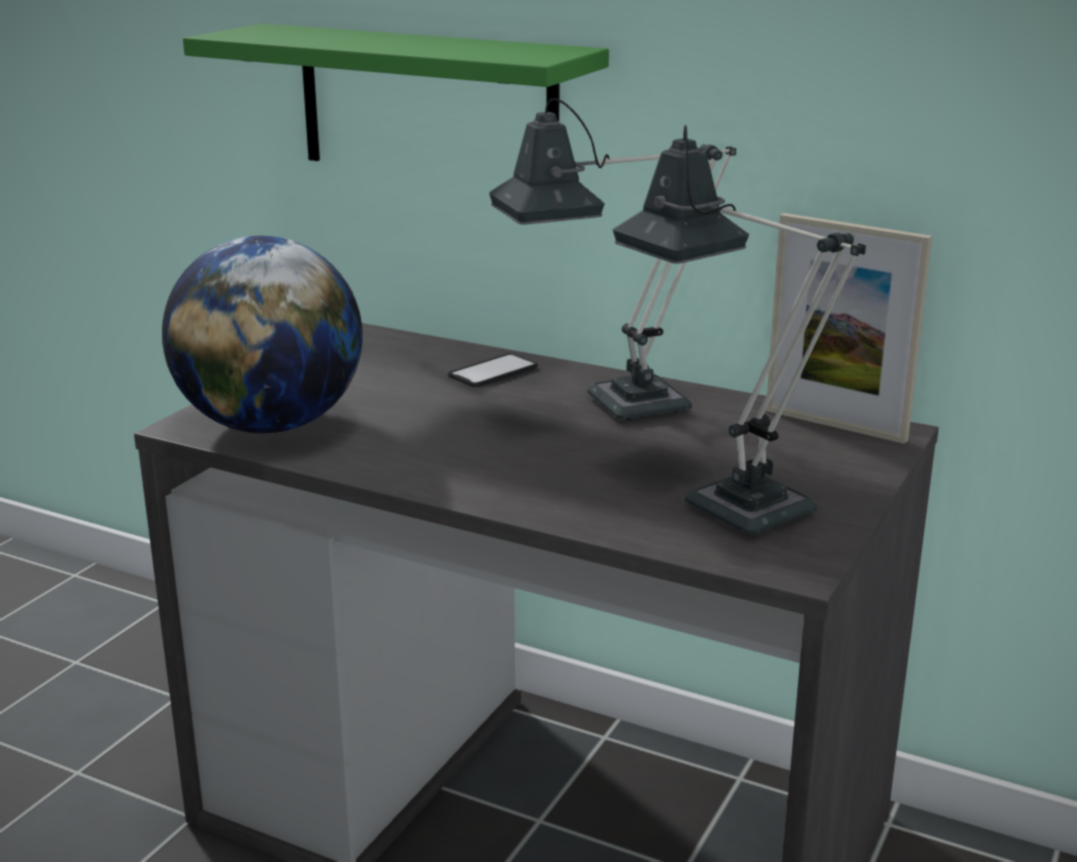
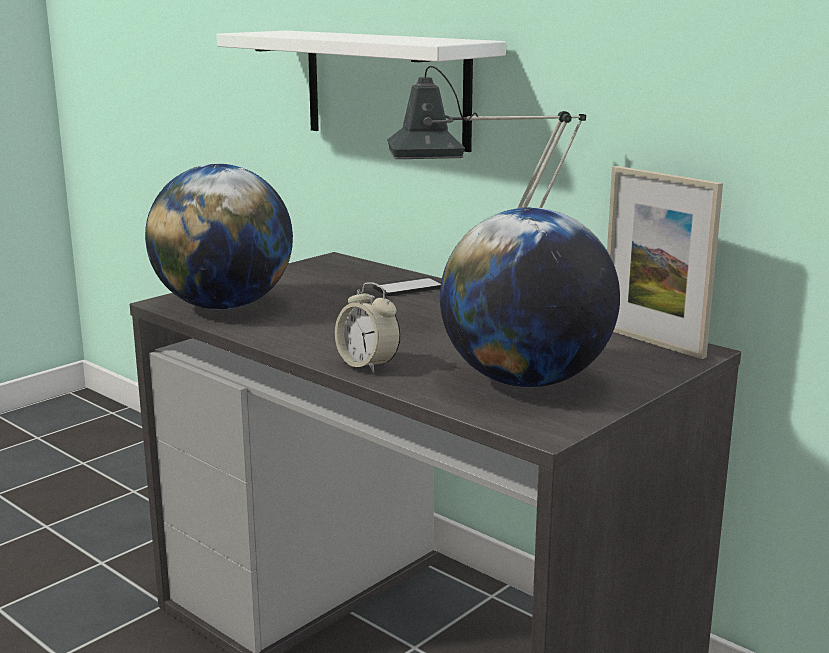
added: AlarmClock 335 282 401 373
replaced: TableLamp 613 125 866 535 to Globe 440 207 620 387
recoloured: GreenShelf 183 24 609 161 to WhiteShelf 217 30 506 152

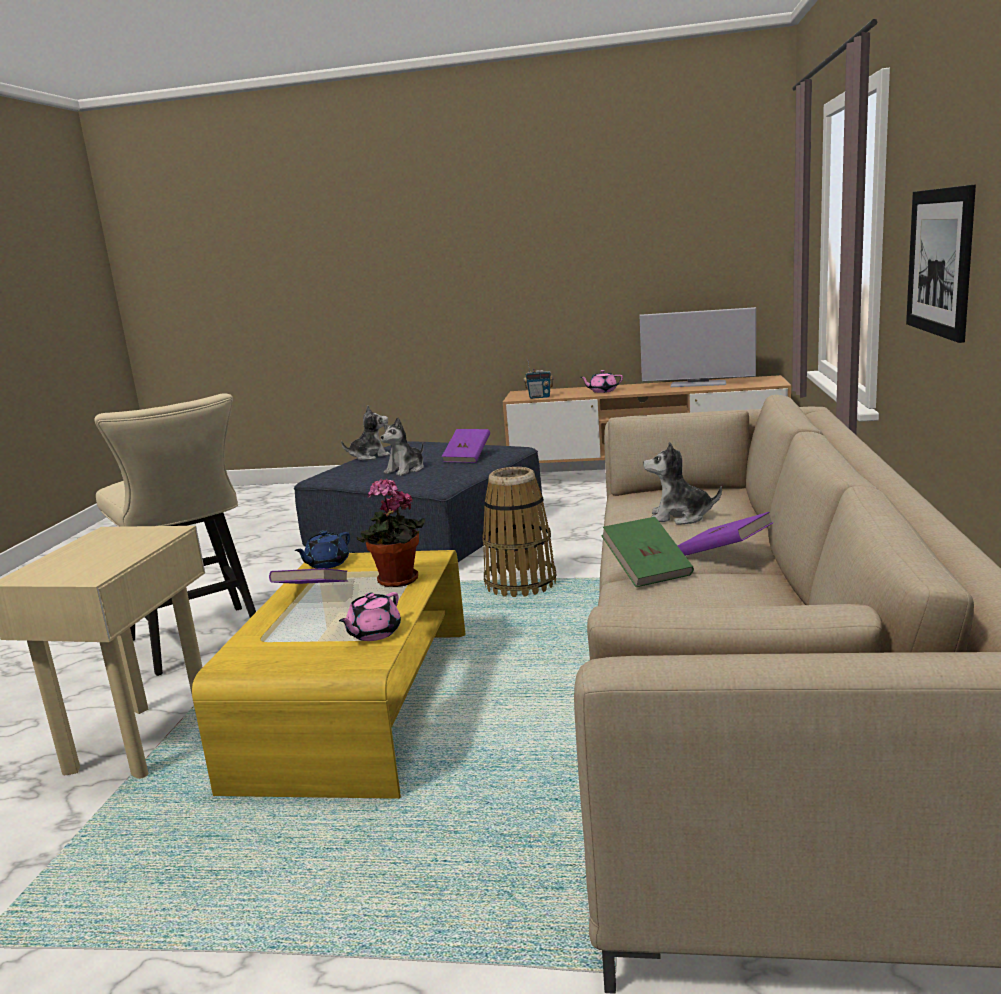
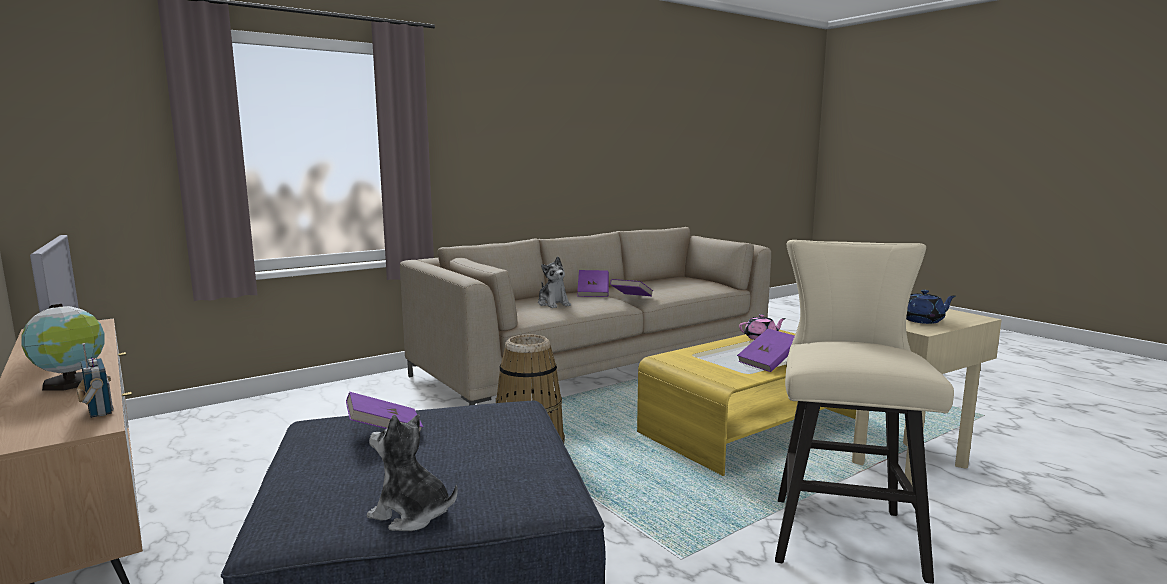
removed: PottedPlant 357 479 425 587; PlushToy 381 417 424 476; Picture 906 184 976 343
moved: BlueTeapot 295 530 350 569 to 906 290 956 324
replaced: PinkTeapot 580 370 623 393 to Globe 21 304 105 391
recoloured: GreenBook 601 517 694 587 to PurpleBook 610 279 653 296

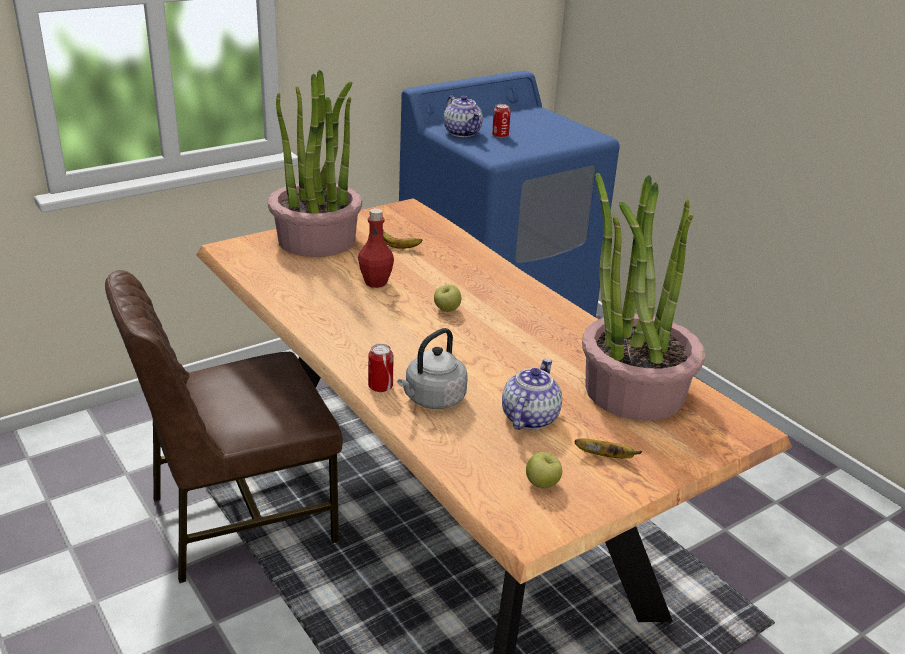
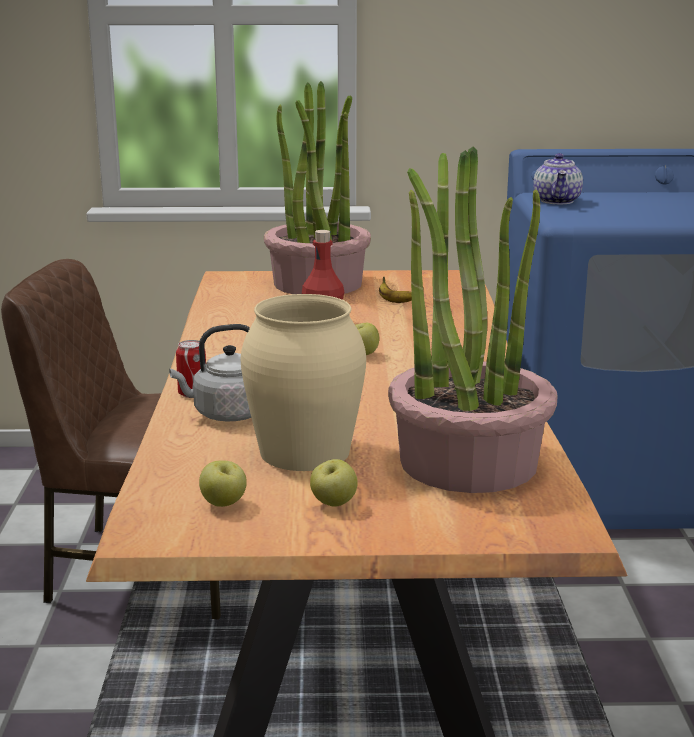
removed: Can 492 104 511 138
replaced: Teapot 502 358 562 430 to BeigeVase 241 294 366 471; Banana 575 438 642 459 to Apple 310 459 358 507

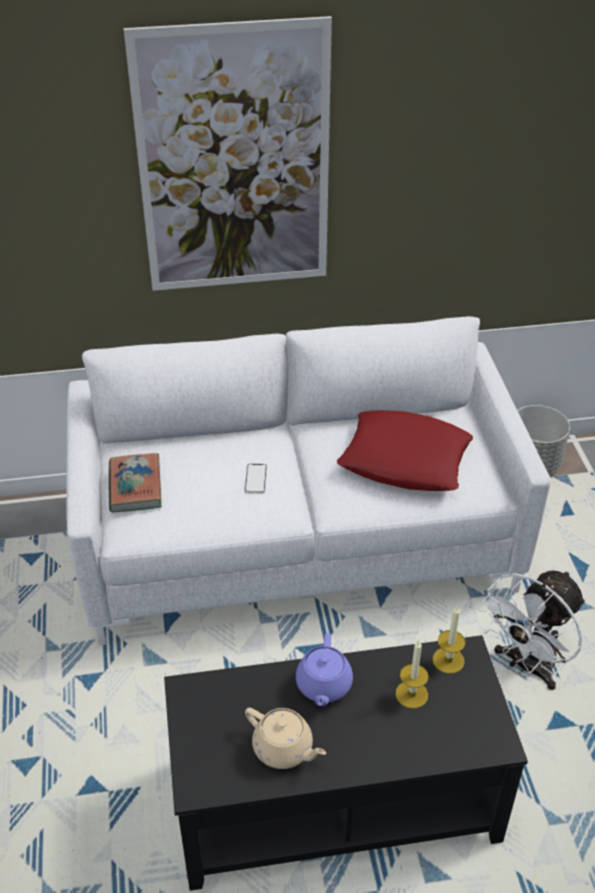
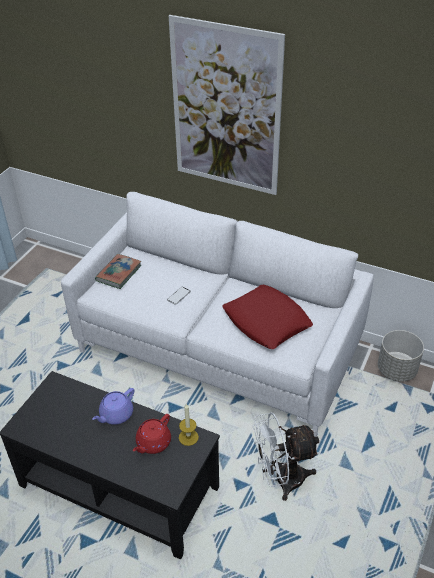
removed: BeigeTeapot 245 708 326 769
replaced: Candle 395 641 429 709 to RedTeapot 133 414 171 454

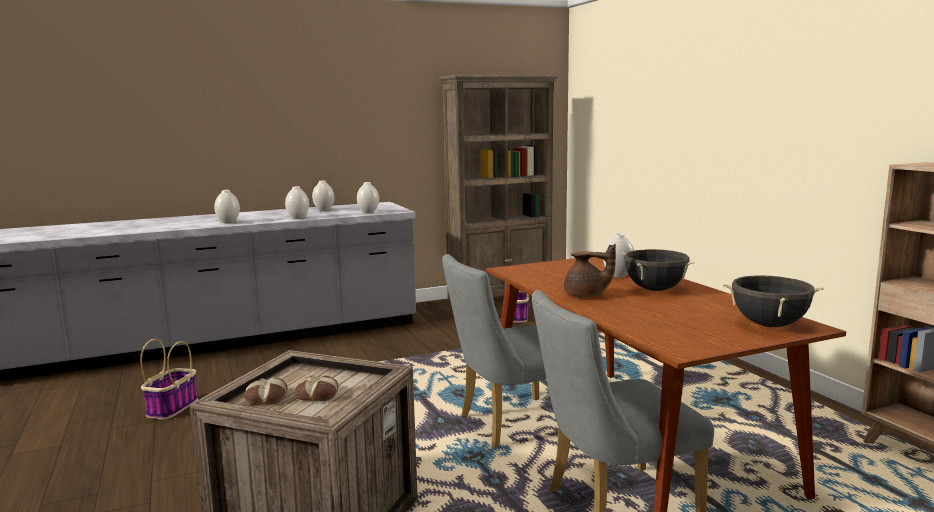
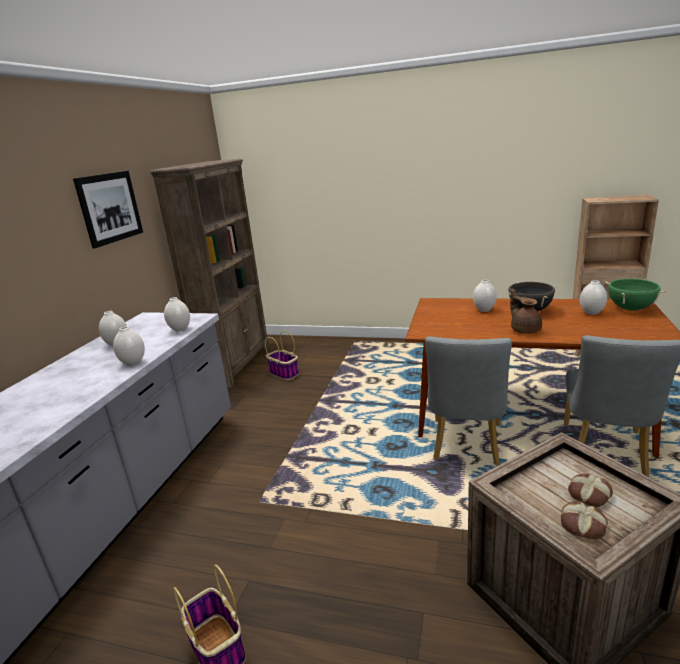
added: Picture 73 171 143 249
moved: WhiteVase 214 190 240 224 to 580 280 607 315
recoloured: BlackCookingPot 723 275 824 327 to GreenCookingPot 605 279 666 310
turned: BrownTeapot 564 244 616 297 = 510 288 542 334 75 degrees counterclockwise

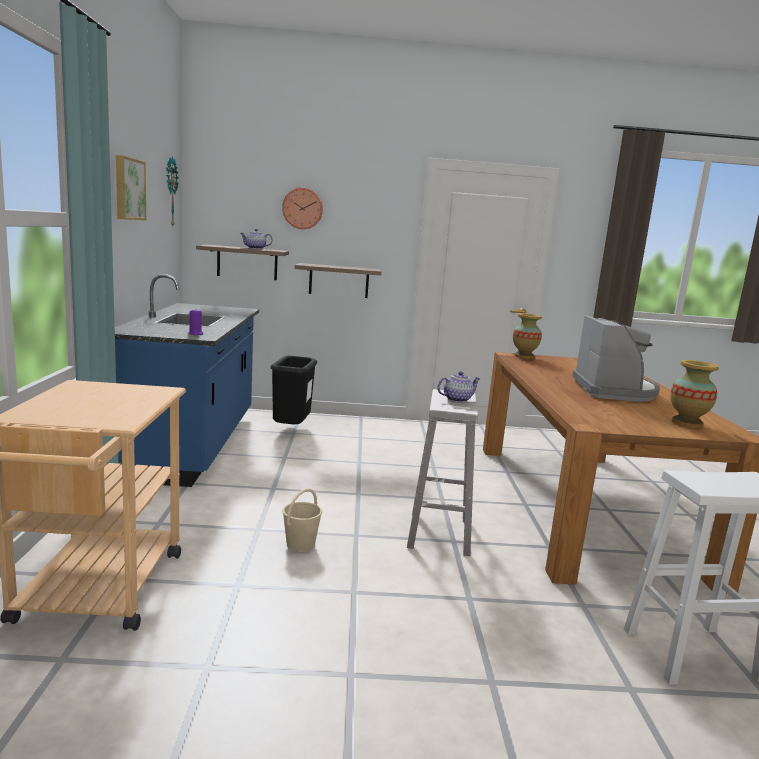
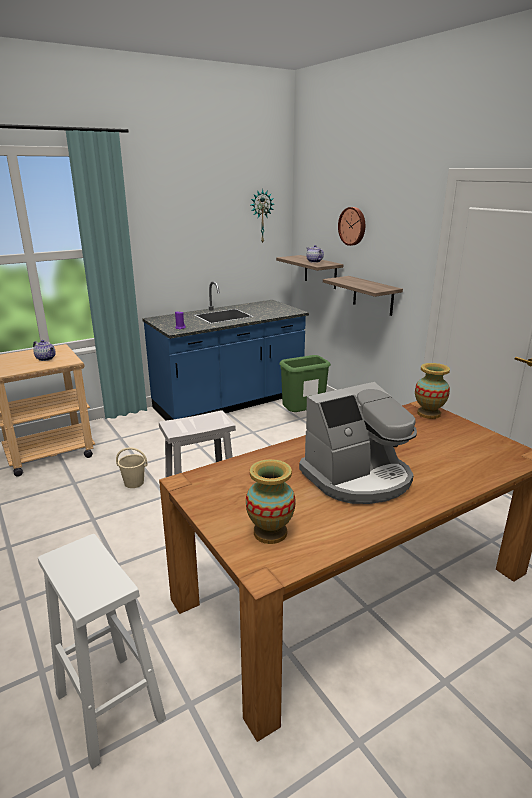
removed: Picture 116 155 146 220
moved: Teapot 437 371 481 402 to 33 340 55 361
recoloured: BlackTrashCan 270 356 317 424 to GreenTrashCan 279 355 331 412

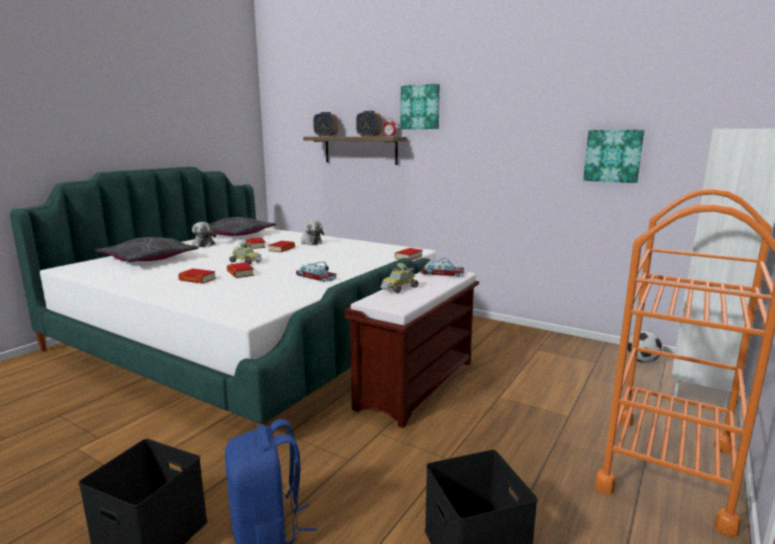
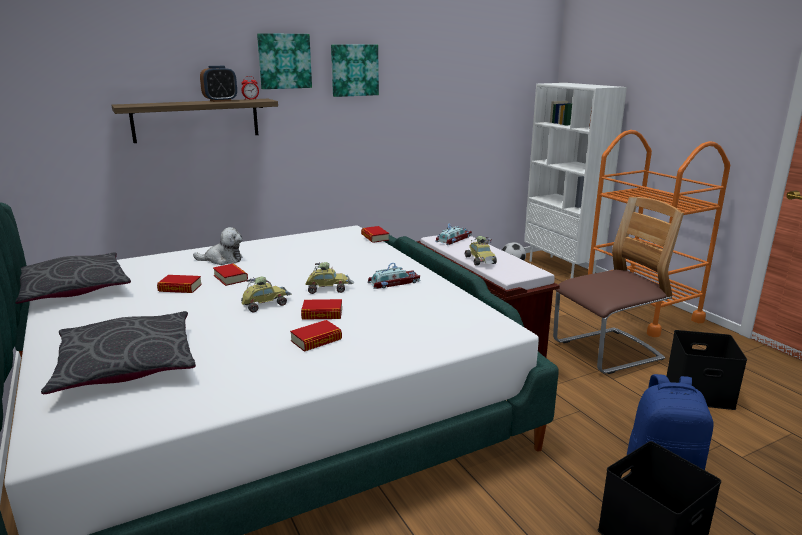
removed: PlushToy 192 222 216 247; AlarmClock 313 112 338 137
added: ToyCar 305 262 354 294; Chair 553 197 684 374
moved: Picture 583 130 644 183 to 331 45 379 97

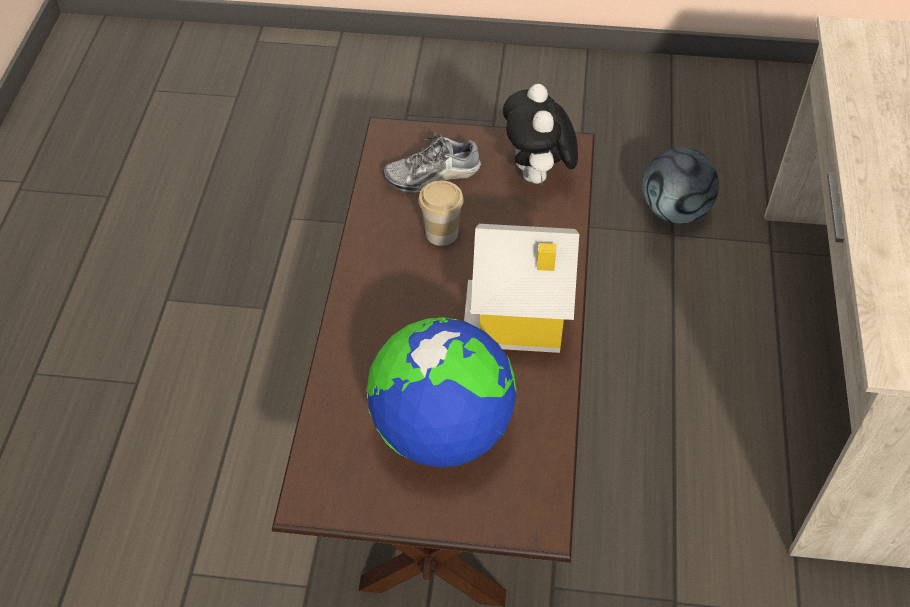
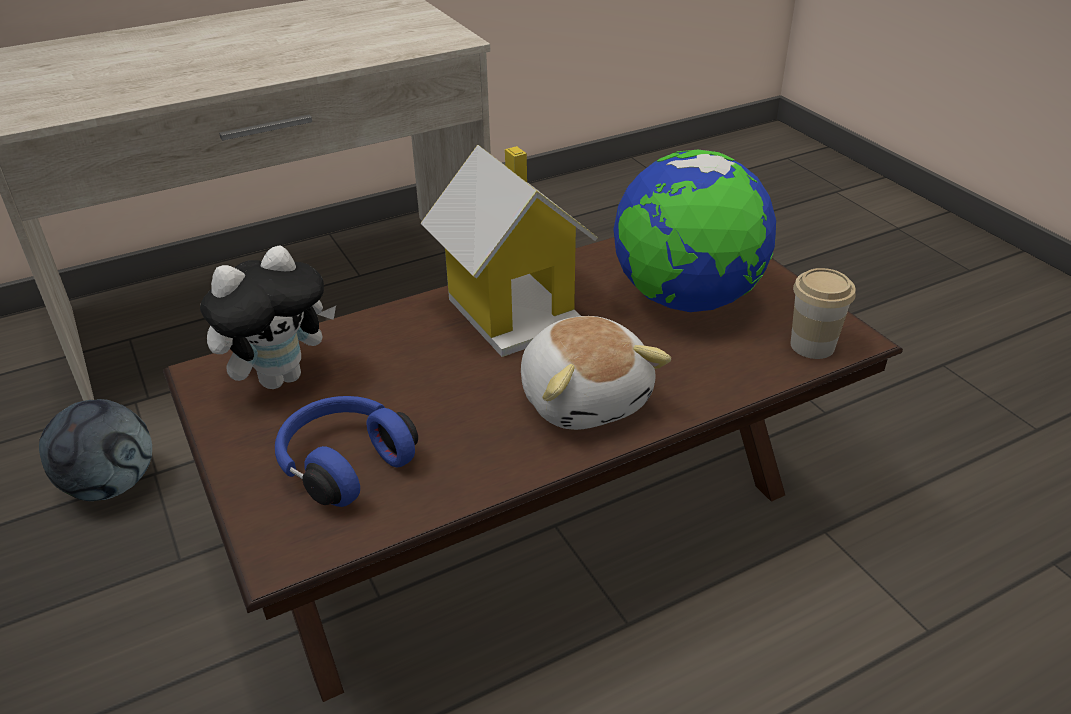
added: PlushToy 521 316 671 430
moved: Cup 418 181 463 246 to 791 268 856 359
replaced: Shoe 383 132 481 194 to BlueHeadphones 275 396 418 507

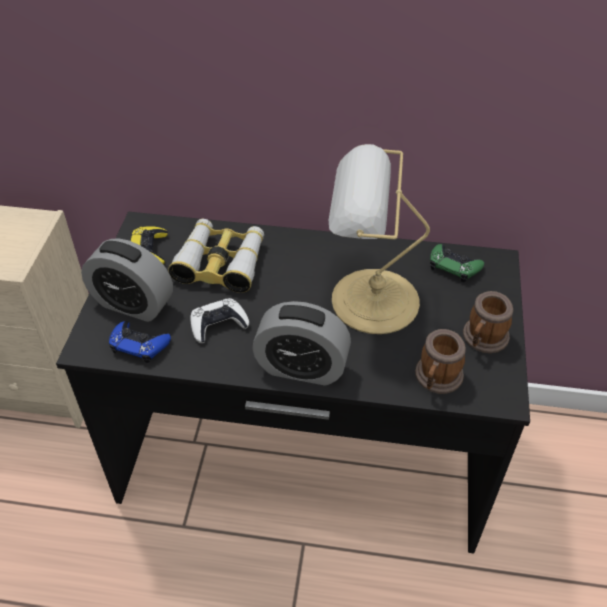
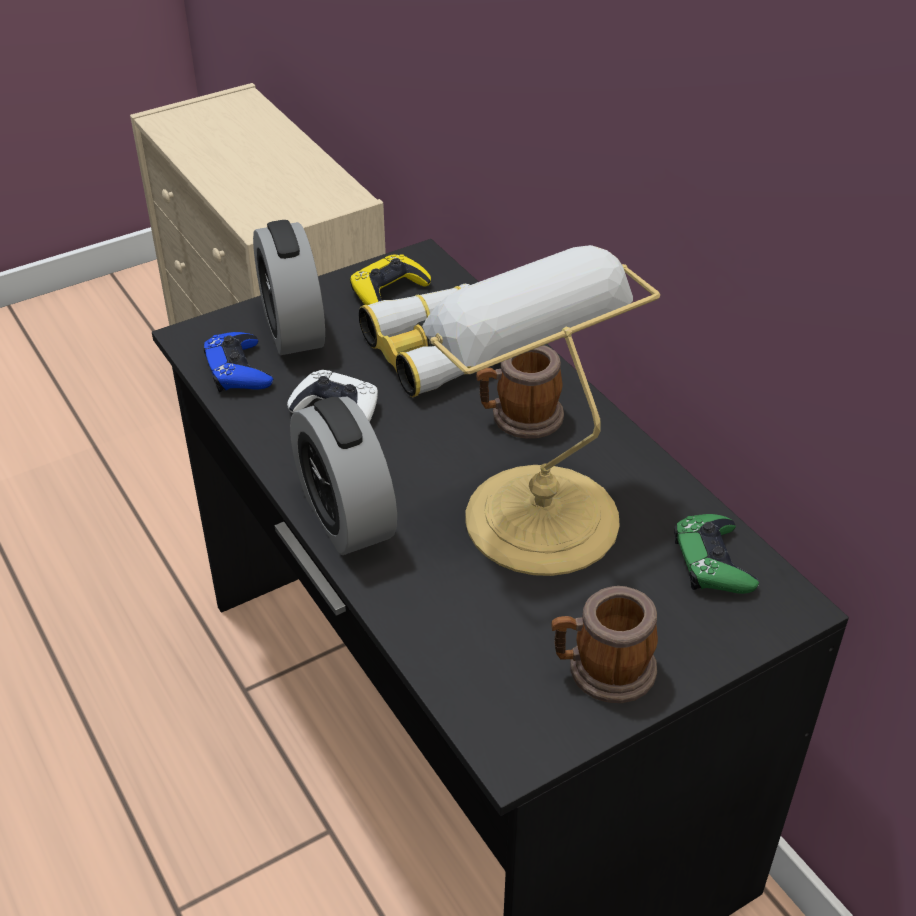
moved: Mug 415 329 466 394 to 476 345 564 439

